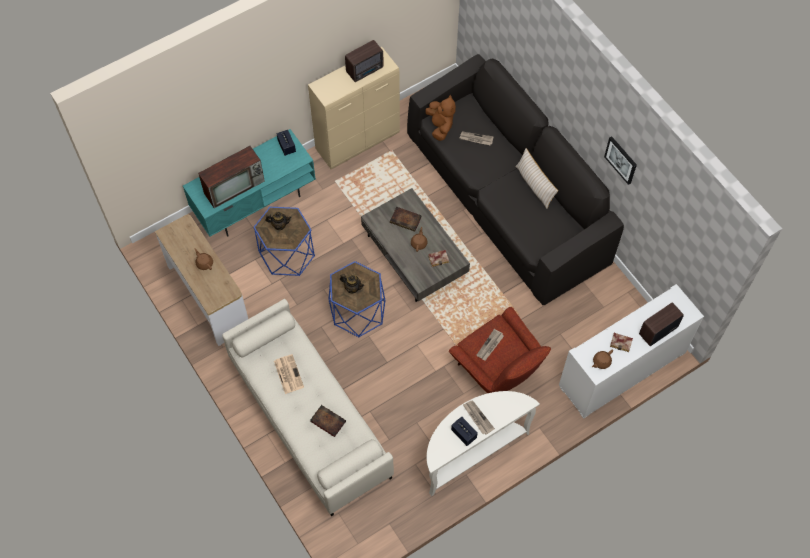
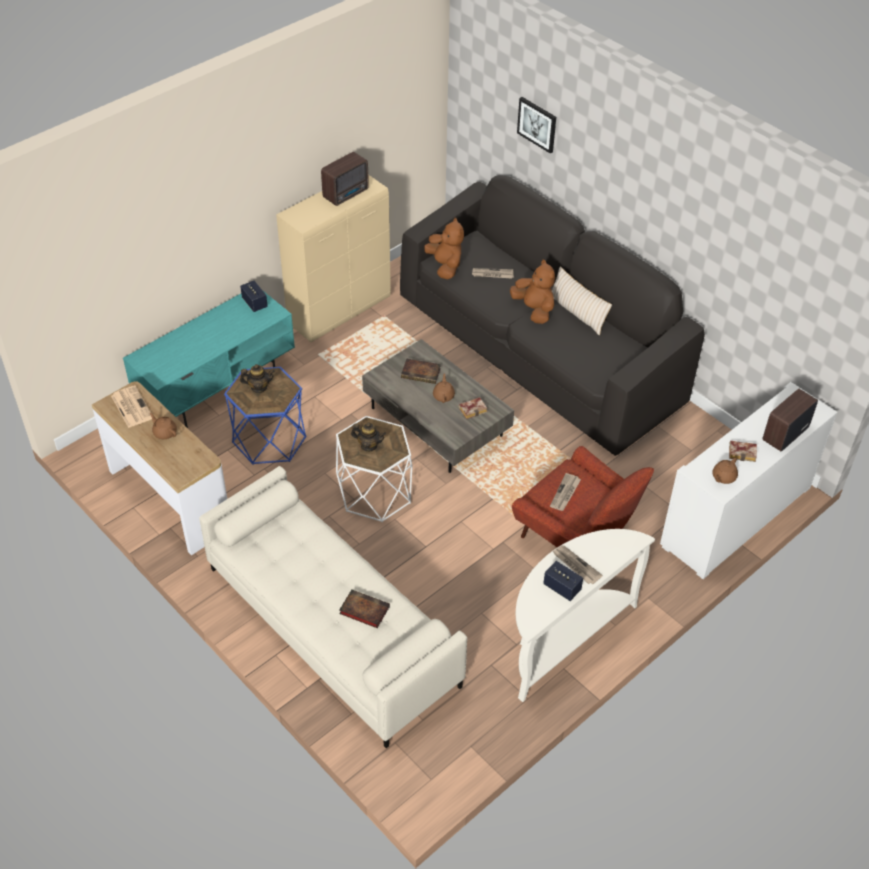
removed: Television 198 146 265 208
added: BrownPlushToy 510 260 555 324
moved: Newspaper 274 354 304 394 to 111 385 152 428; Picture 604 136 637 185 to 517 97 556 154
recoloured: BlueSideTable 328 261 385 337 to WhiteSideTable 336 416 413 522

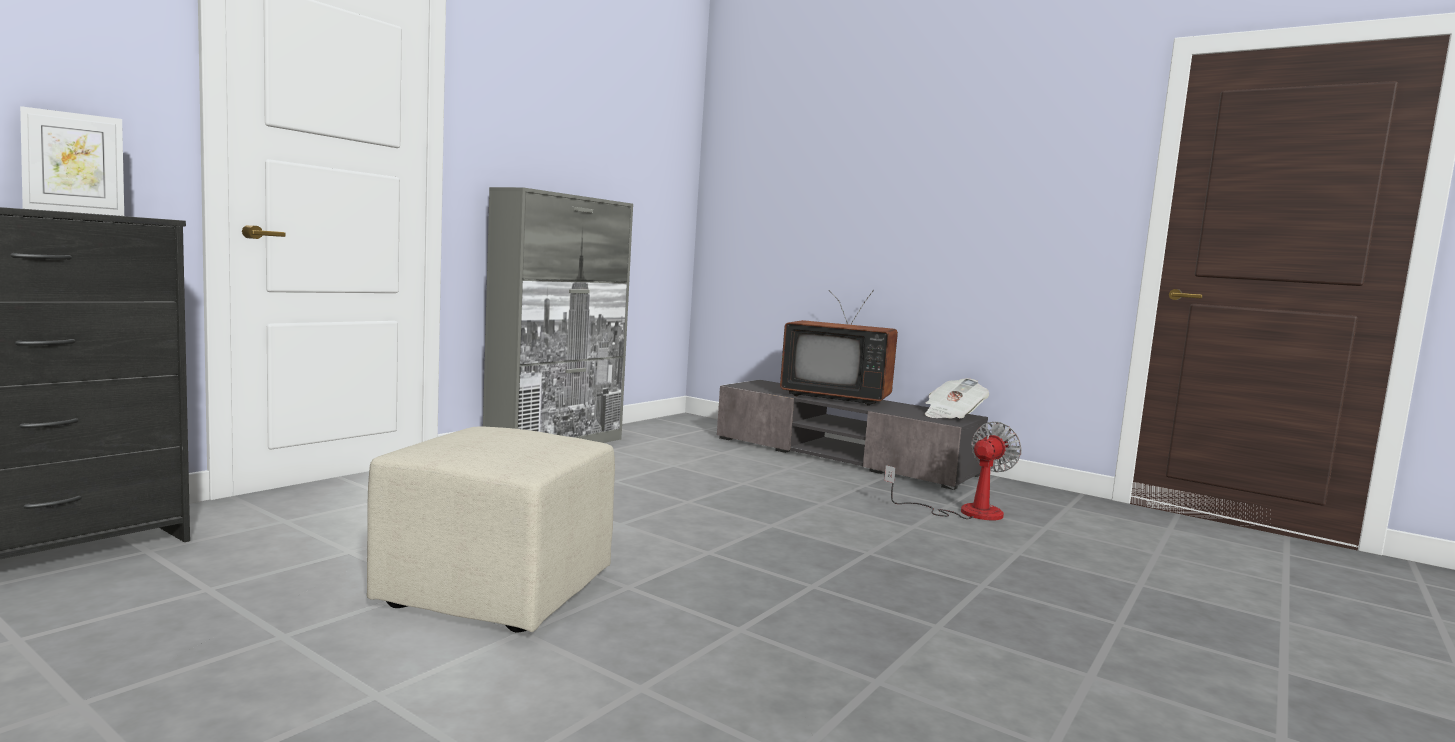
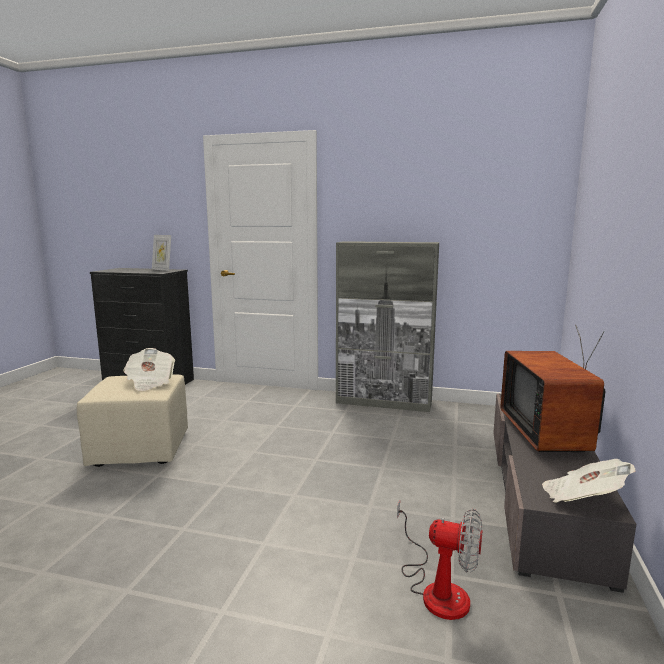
added: Newspaper 123 348 175 391

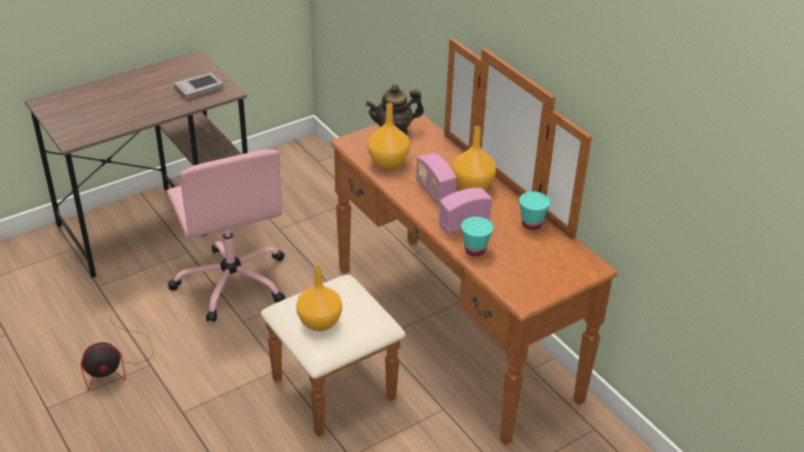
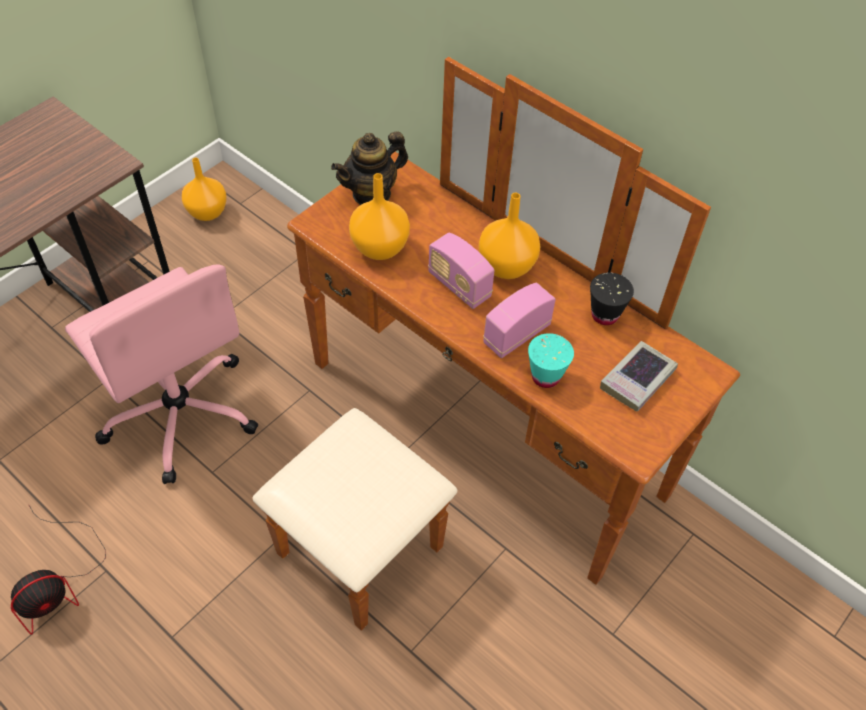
moved: Book 174 73 224 99 to 600 341 678 412; OrangeVase 296 265 342 331 to 182 158 227 221
recoloured: TurquoiseCup 519 191 550 230 to BlackCup 590 273 634 325

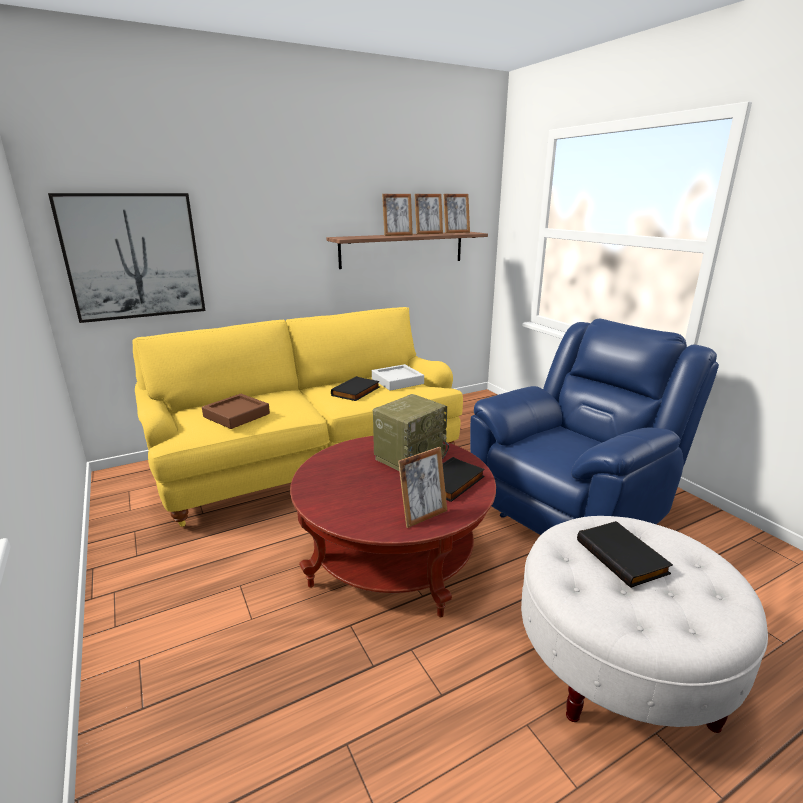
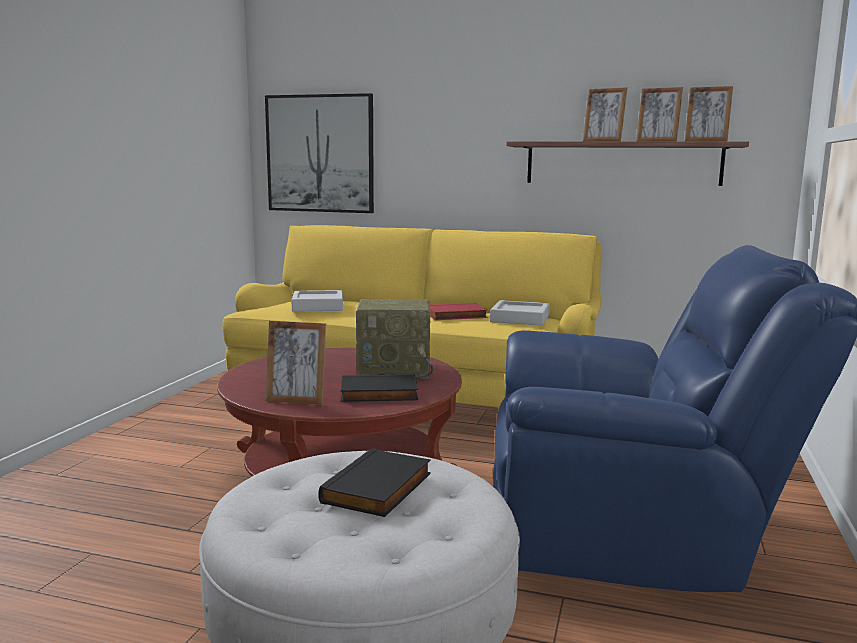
recoloured: BrownTray 202 394 270 429 to GreyTray 292 290 343 312; BlackBook 331 376 380 401 to RedBook 430 303 488 320

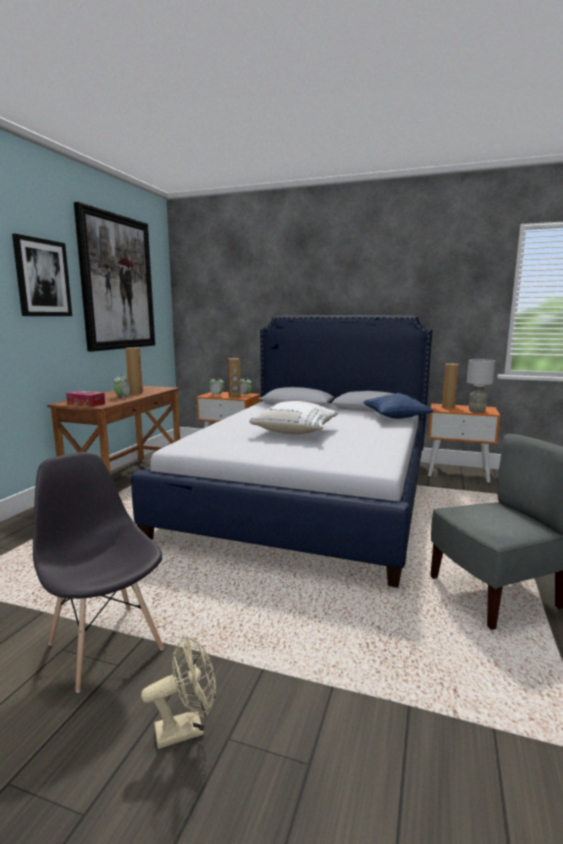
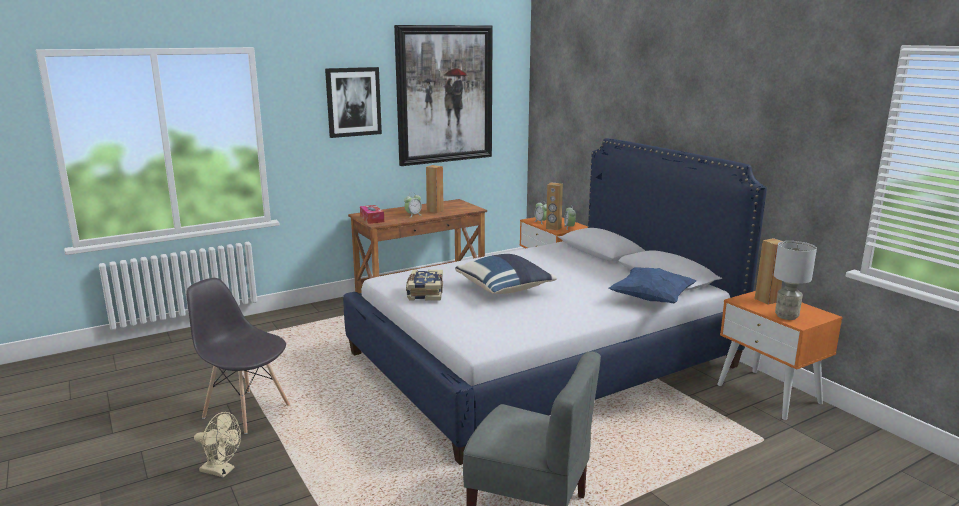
added: Book 406 270 443 301
recoloured: WhitePillow 249 401 338 435 to BluePillow 455 254 557 294
turned: GreyChair 33 452 164 693 = 186 278 290 434 60 degrees counterclockwise

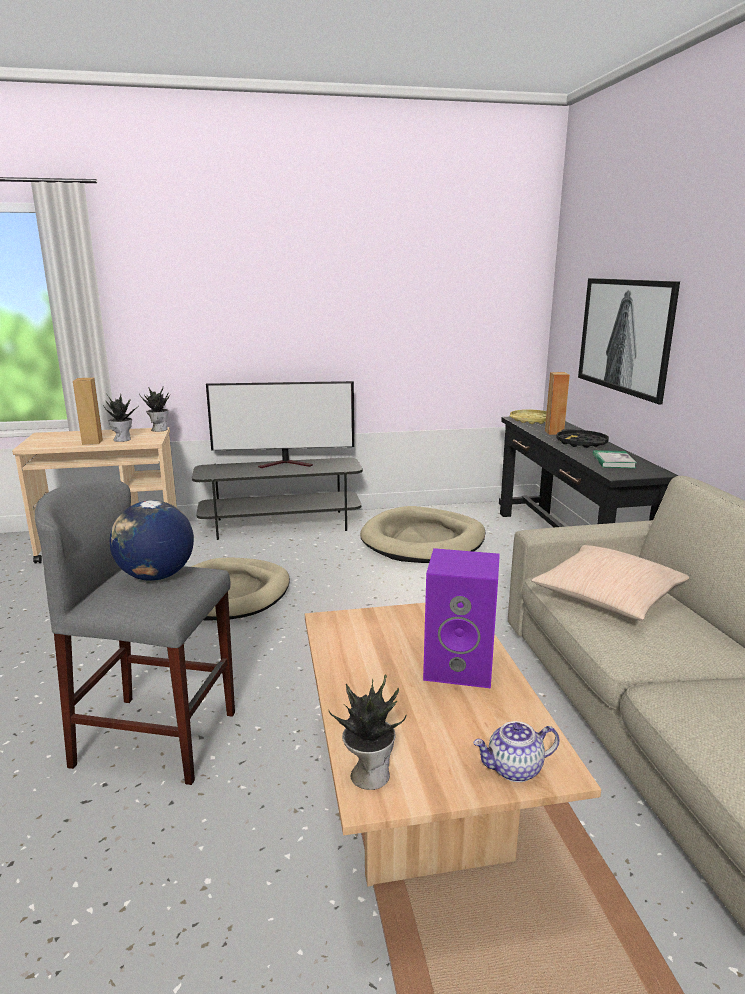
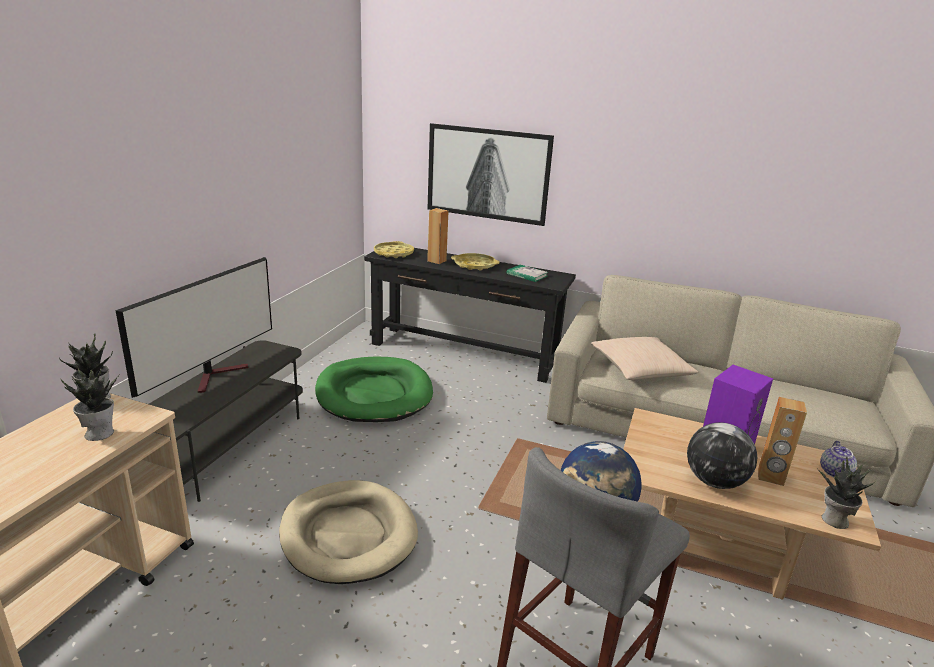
added: Globe 687 422 757 489
moved: BrownSpeaker 73 378 103 445 to 758 397 807 486
recoloured: BeigeDogBed 360 506 485 563 to GreenDogBed 315 356 433 422; BlackTray 556 429 609 448 to YellowTray 451 253 500 271

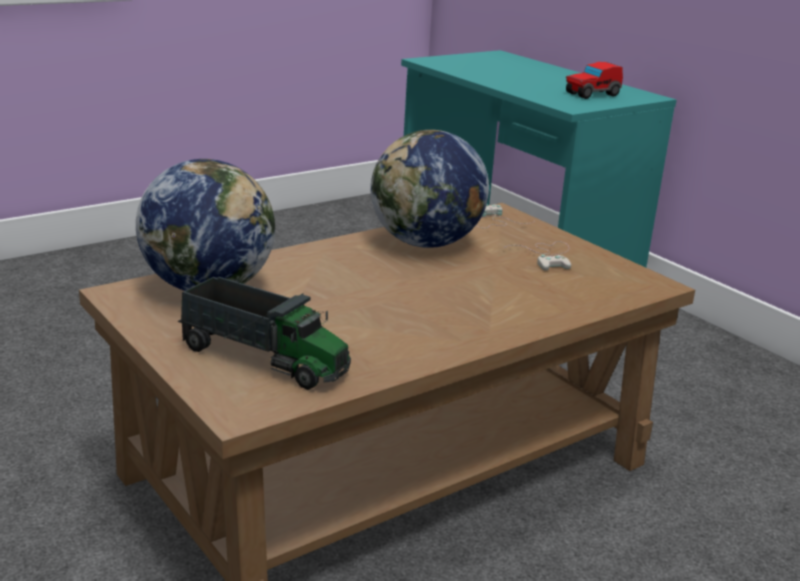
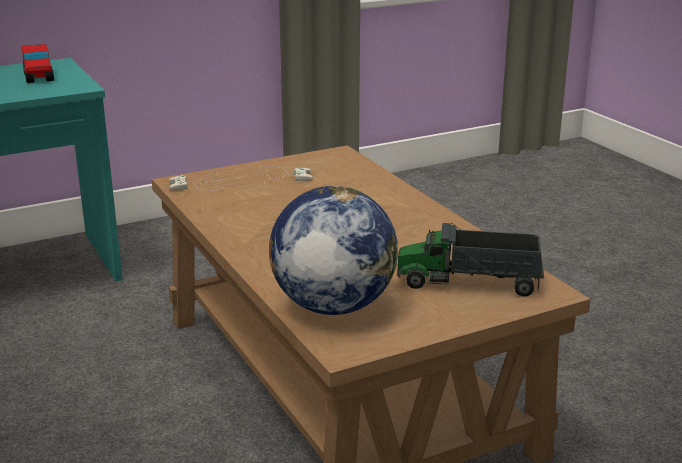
removed: Globe 371 130 489 248
turned: ToyTruck 177 277 351 390 = 397 223 544 297 120 degrees counterclockwise

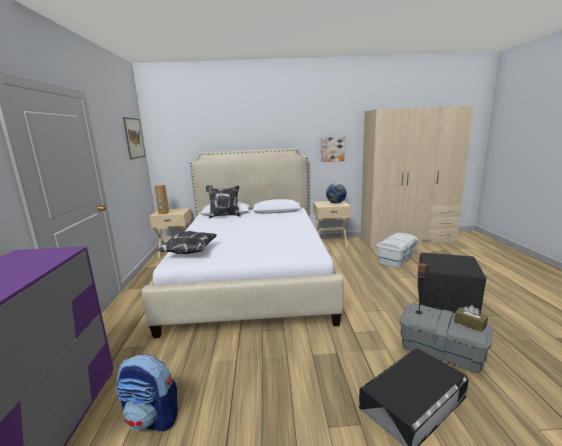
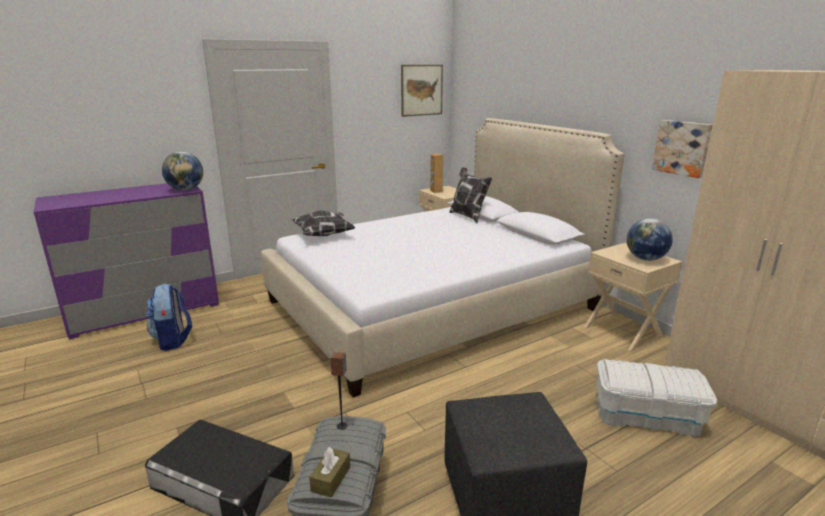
added: Globe 162 152 203 191

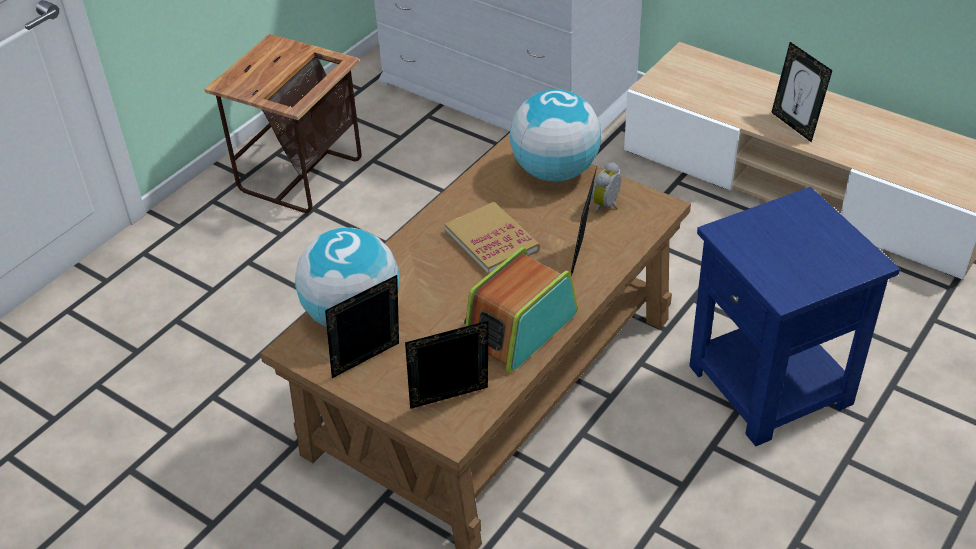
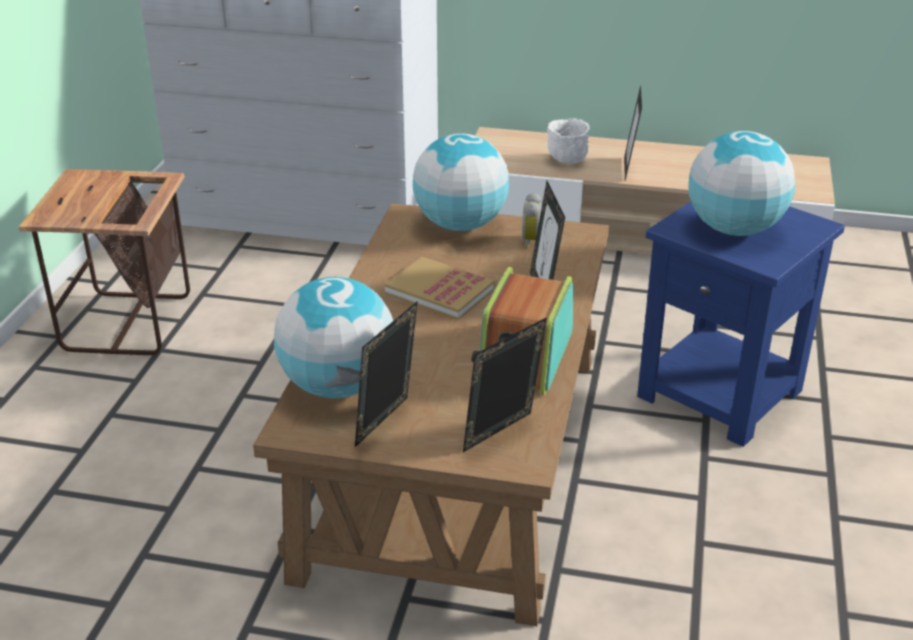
added: WhiteBowl 547 118 589 164; Globe 688 131 795 236
turned: PictureFrame 771 42 833 142 = 624 85 642 180 60 degrees clockwise

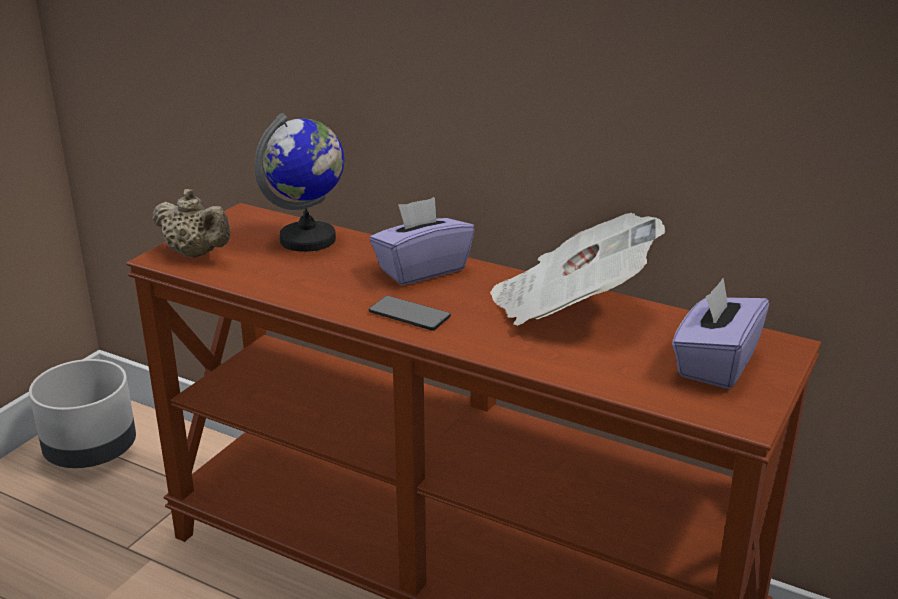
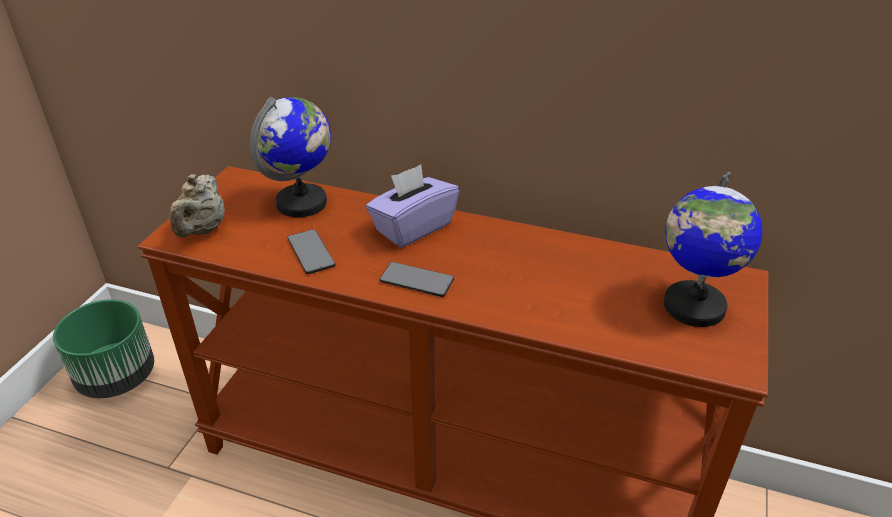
removed: Newspaper 490 213 665 326
added: Phone 287 229 336 274
replaced: PurpleTissueBox 672 278 769 389 to Globe 664 172 763 327
recoloured: GreyPlanter 29 359 136 468 to GreenPlanter 53 299 154 398
turned: BeigeTeapot 152 189 231 258 = 170 174 225 238 75 degrees clockwise

